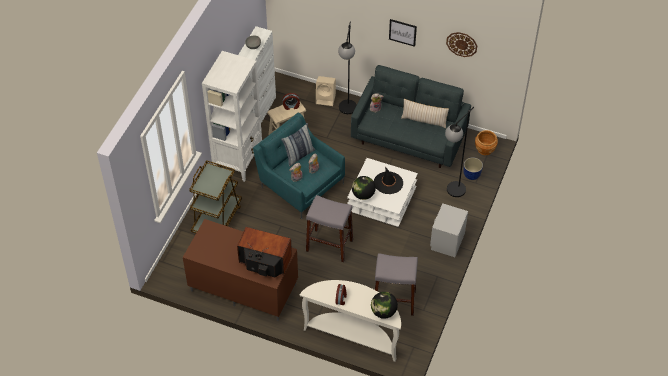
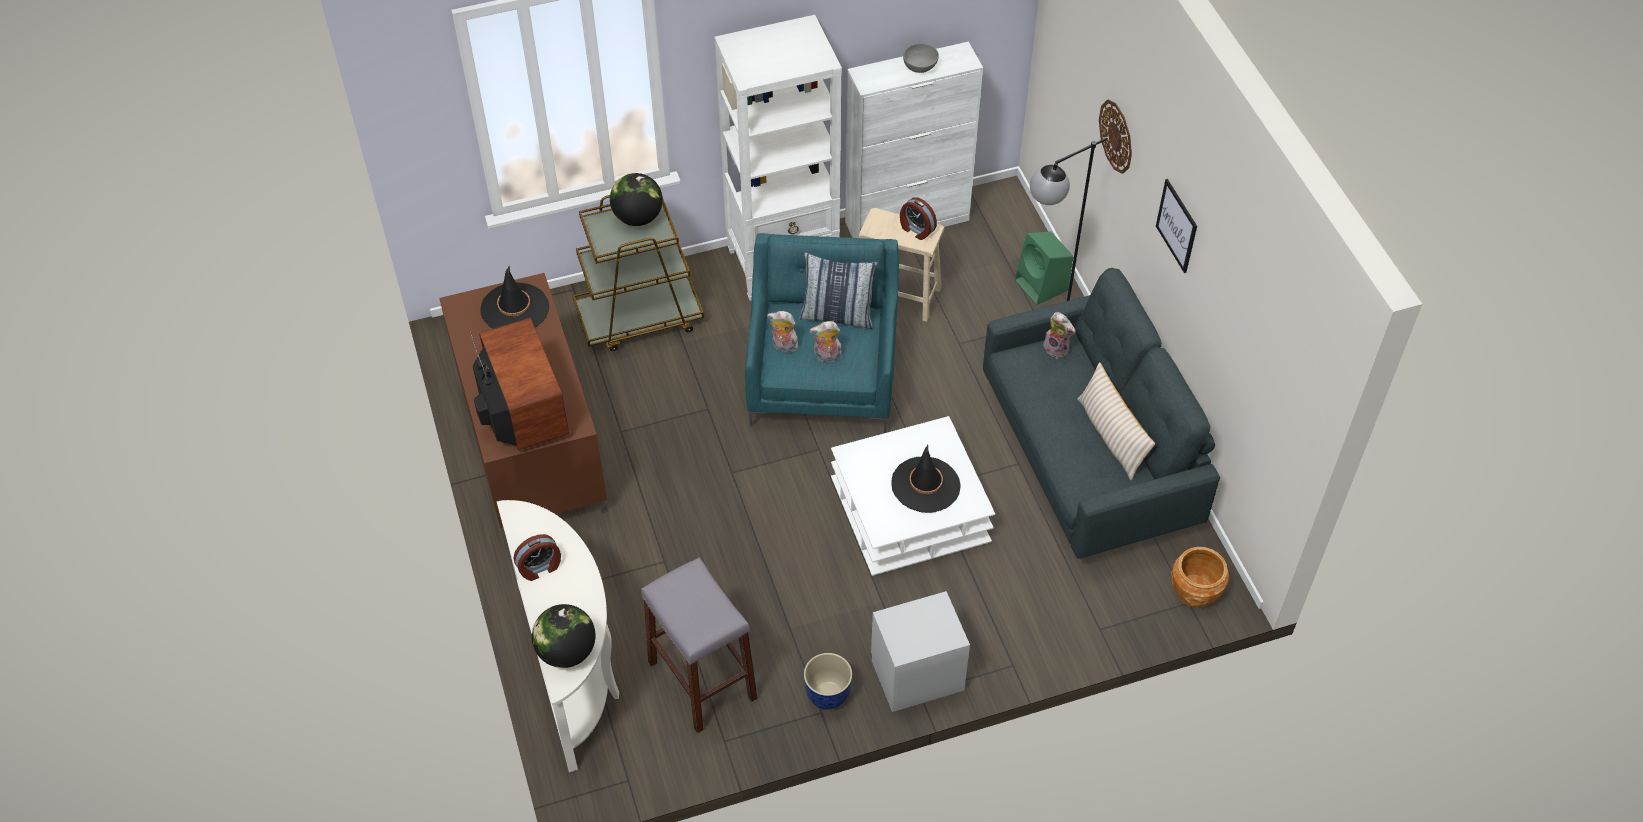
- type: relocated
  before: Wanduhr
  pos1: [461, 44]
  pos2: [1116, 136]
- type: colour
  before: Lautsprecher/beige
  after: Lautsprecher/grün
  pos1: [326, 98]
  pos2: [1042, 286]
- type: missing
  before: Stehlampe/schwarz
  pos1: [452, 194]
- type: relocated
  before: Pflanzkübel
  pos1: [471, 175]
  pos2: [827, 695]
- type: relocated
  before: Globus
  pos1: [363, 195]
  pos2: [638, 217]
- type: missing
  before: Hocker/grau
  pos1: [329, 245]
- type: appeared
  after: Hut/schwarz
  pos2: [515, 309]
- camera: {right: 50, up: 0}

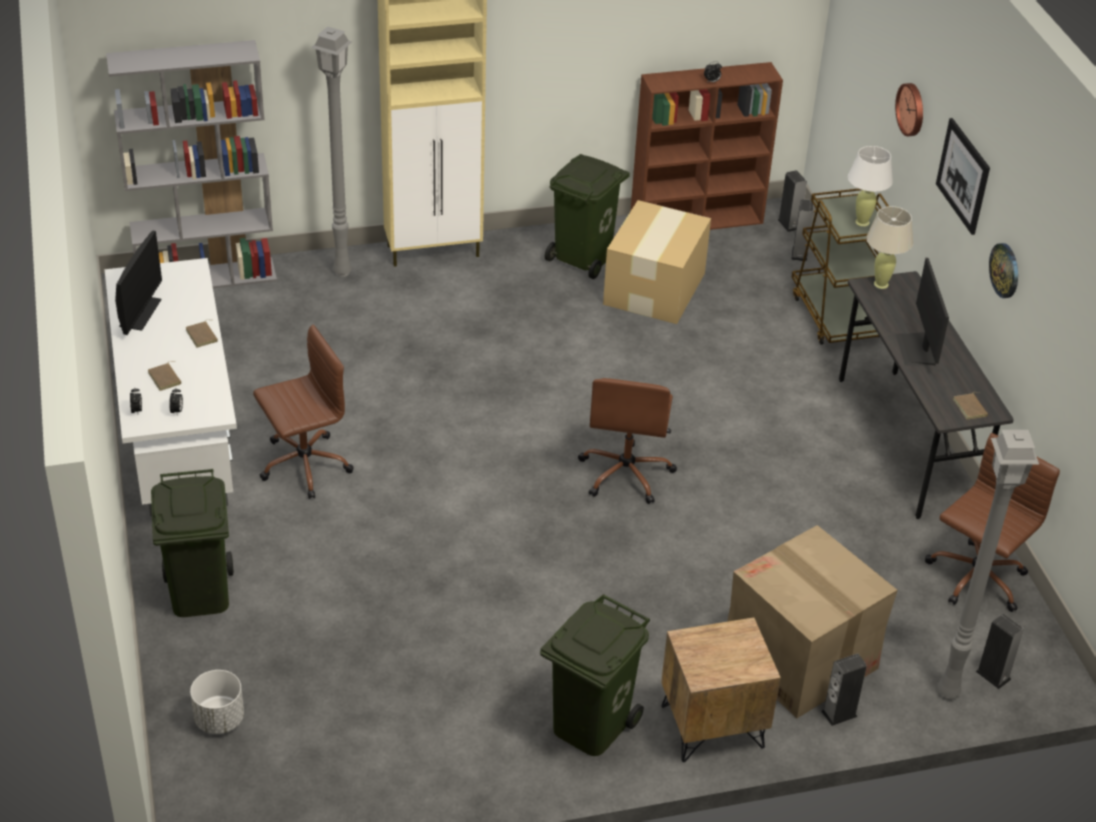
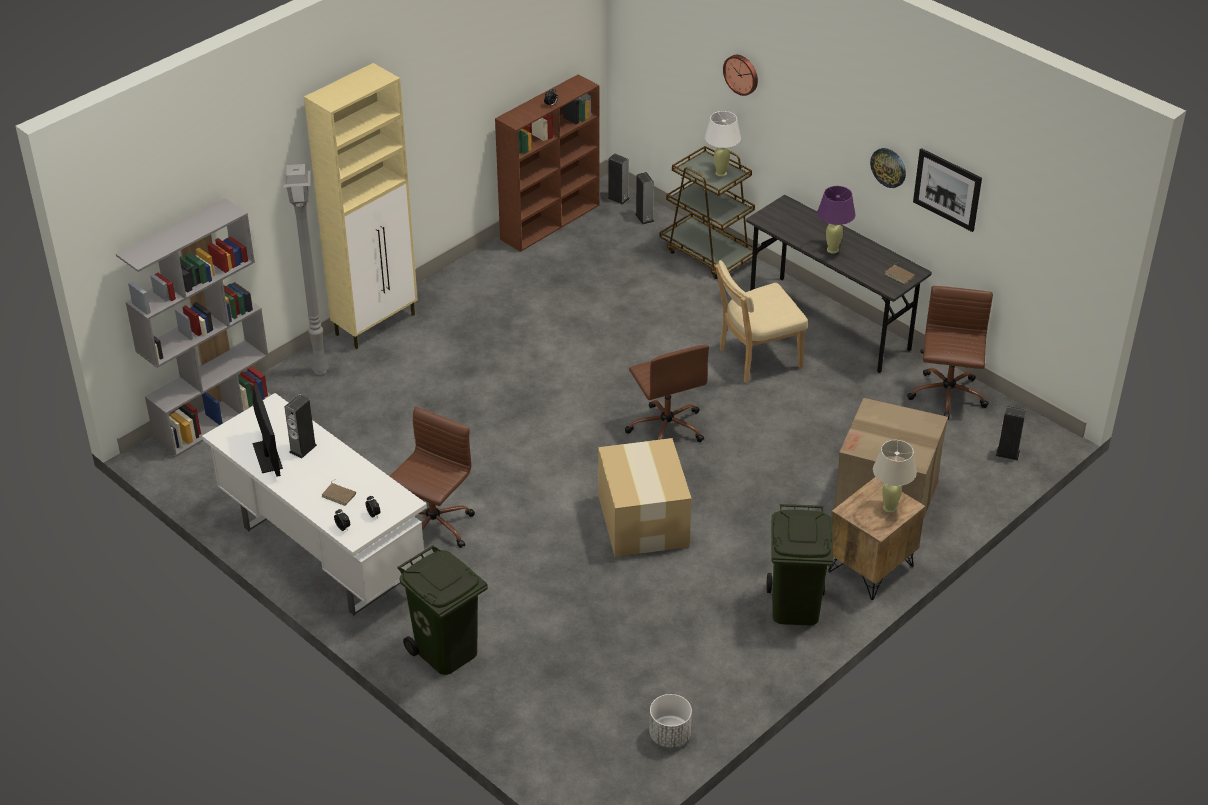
- type: relocated
  before: Bild
  pos1: [963, 176]
  pos2: [947, 189]
- type: missing
  before: Mülleimer/grün
  pos1: [584, 258]
- type: relocated
  before: Karton
  pos1: [653, 289]
  pos2: [642, 522]
- type: relocated
  before: Tischlampe/beige
  pos1: [881, 284]
  pos2: [889, 507]
- type: exchanged
  before: Monitor
  after: Tischlampe/lila
  pos1: [916, 349]
  pos2: [833, 250]
- type: missing
  before: Buch/braun
  pos1: [203, 336]
- type: missing
  before: Stehlampe/grau
  pos1: [949, 691]
- type: relocated
  before: Lautsprecher
  pos1: [839, 714]
  pos2: [303, 448]
- type: relocated
  before: Pflanzkübel/weiß
  pos1: [219, 719]
  pos2: [670, 735]
- type: appeared
  after: Stuhl/beige
  pos2: [756, 359]
- camera: {right: -30, up: 0}

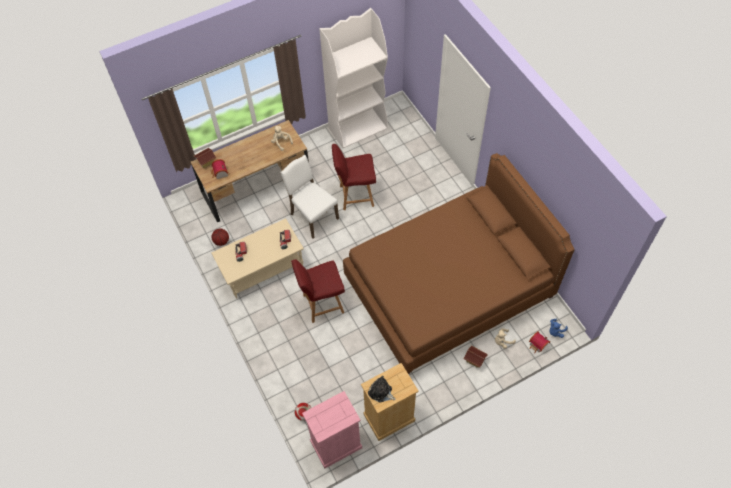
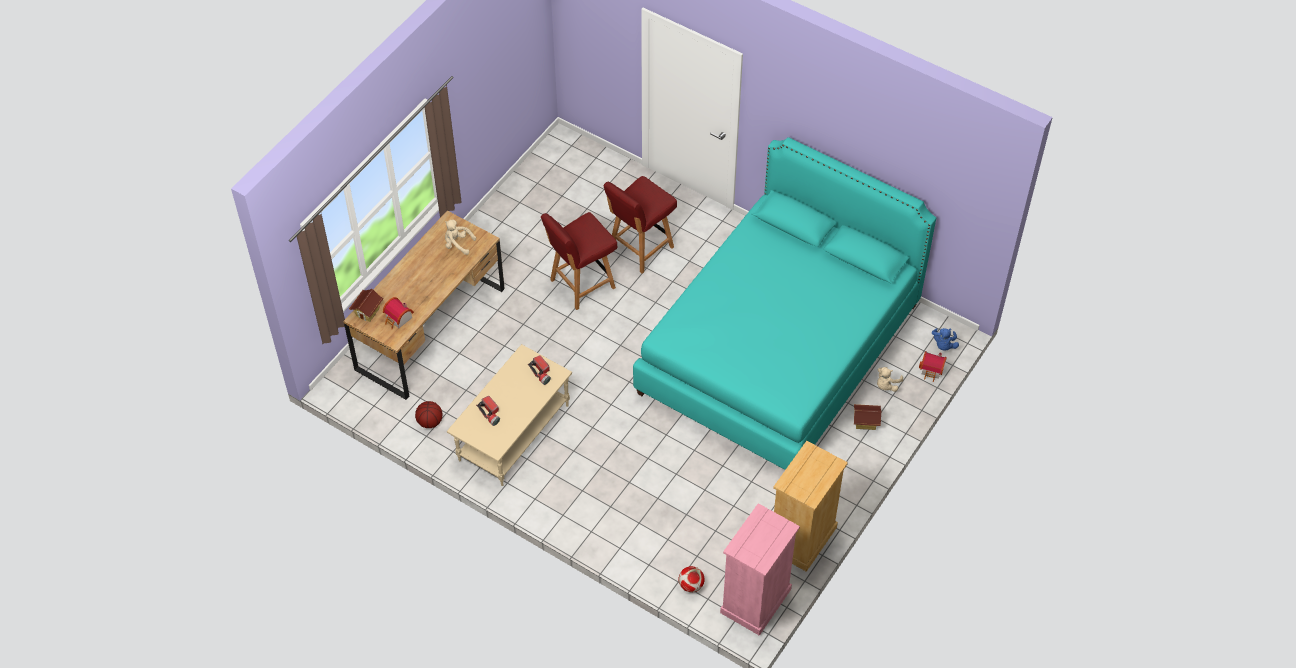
- type: missing
  before: Bücherregal/weiß
  pos1: [358, 128]
- type: colour
  before: Bett/braun
  after: Bett/türkis
  pos1: [448, 287]
  pos2: [779, 349]
- type: missing
  before: Stuhl/weiß
  pos1: [312, 216]
- type: relocated
  before: Stuhl/rot
  pos1: [322, 304]
  pos2: [640, 249]
- type: missing
  before: Plüschtier
  pos1: [381, 392]
- camera: {right: -30, up: -5}

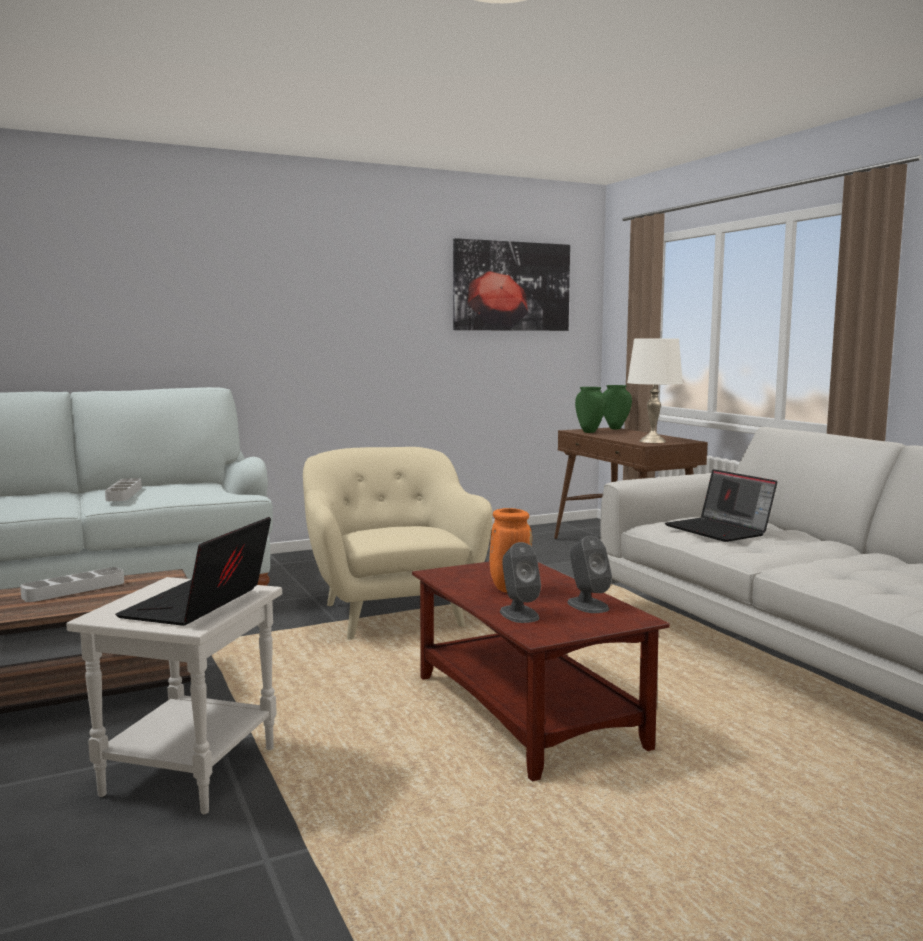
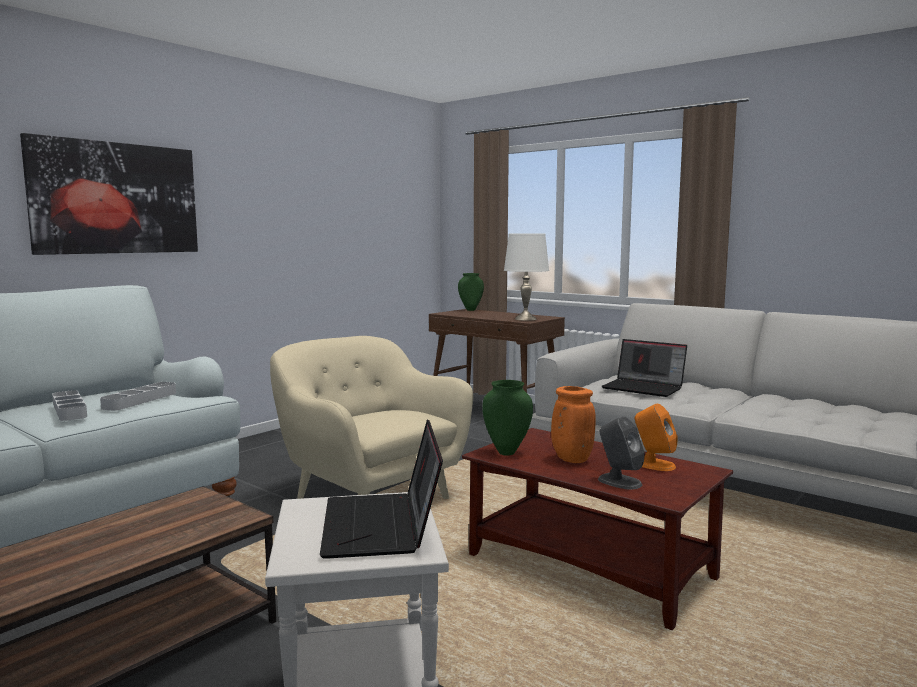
- type: relocated
  before: Bild
  pos1: [511, 286]
  pos2: [116, 198]
- type: relocated
  before: Vase/grün
  pos1: [589, 432]
  pos2: [506, 452]
- type: colour
  before: Lautsprecher/grau
  after: Lautsprecher/orange
  pos1: [587, 605]
  pos2: [653, 464]
- type: relocated
  before: Tablett/grau
  pos1: [74, 589]
  pos2: [140, 400]
- camera: {right: -25, up: 0}

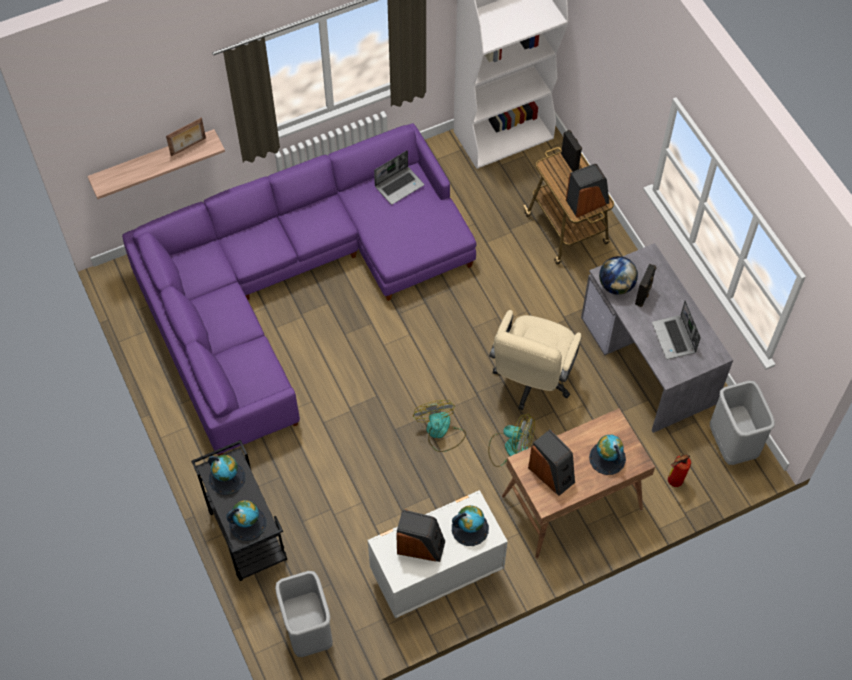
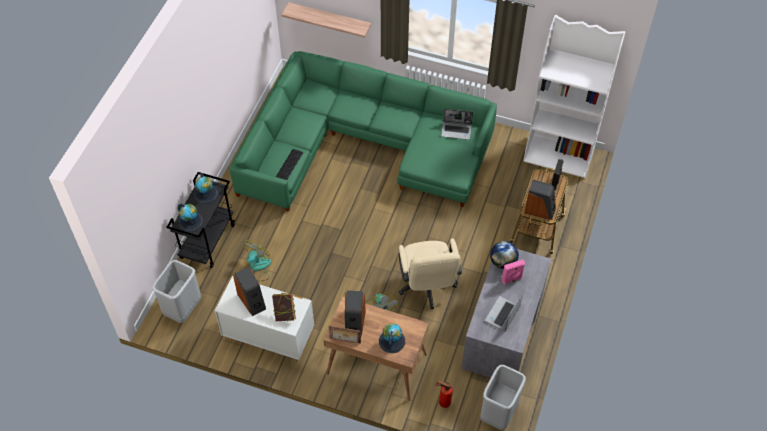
- type: relocated
  before: Bilderrahmen
  pos1: [188, 147]
  pos2: [345, 341]
- type: colour
  before: Sofa/lila
  after: Sofa/grün
  pos1: [293, 285]
  pos2: [362, 145]
- type: colour
  before: Lautsprecher/schwarz
  after: Lautsprecher/rosa
  pos1: [643, 295]
  pos2: [512, 279]
- type: spun
  before: Bürostuhl/beige
  pos1: [531, 381]
  pos2: [427, 288]
  turn: -75
- type: relocated
  before: Ventilator
  pos1: [440, 432]
  pos2: [257, 267]
- type: exchanged
  before: Globus
  after: Buch
  pos1: [470, 528]
  pos2: [285, 313]
- type: appeared
  after: Tastatur
  pos2: [290, 165]
- camera: {right: 45, up: -5}

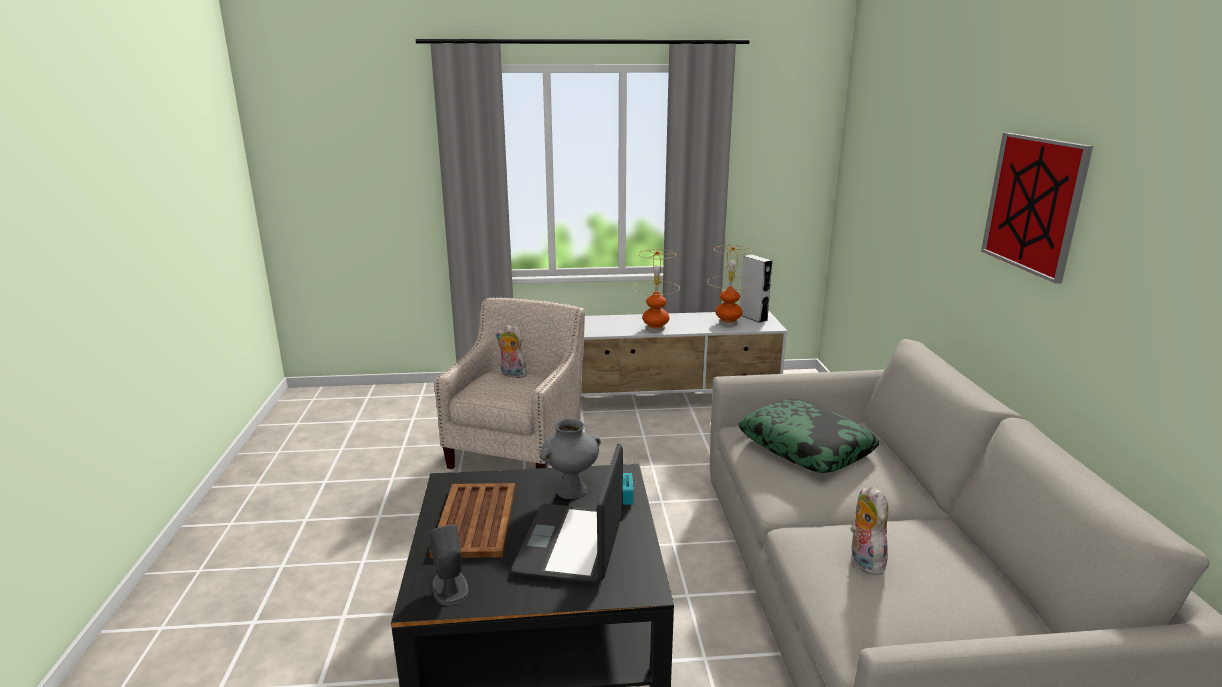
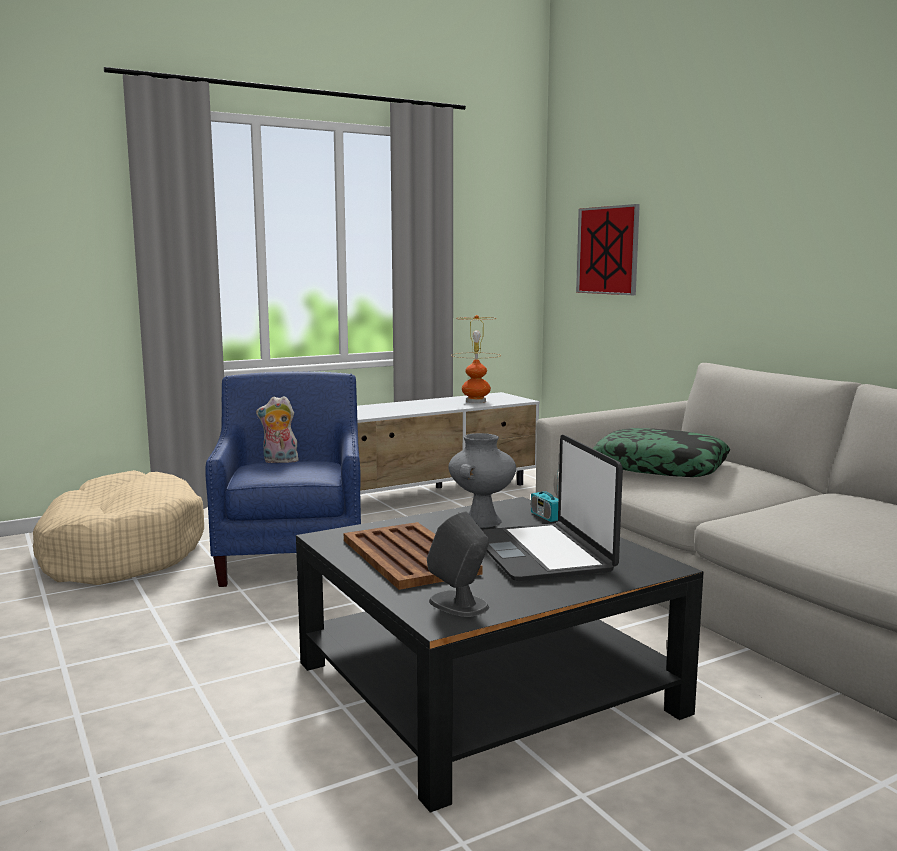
- type: relocated
  before: Bild
  pos1: [1034, 204]
  pos2: [608, 250]
- type: missing
  before: Tischlampe
  pos1: [655, 329]
- type: missing
  before: Lautsprecher/grau
  pos1: [753, 317]
- type: colour
  before: Sessel/beige
  after: Sessel/blau
  pos1: [519, 449]
  pos2: [294, 558]
- type: missing
  before: Plüschtier
  pos1: [863, 560]
- type: appeared
  after: Hundebett/beige
  pos2: [120, 552]
- camera: {right: -25, up: -10}

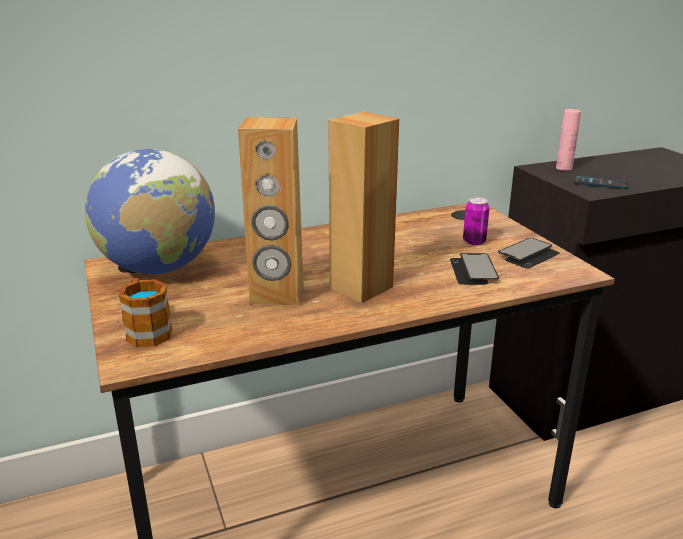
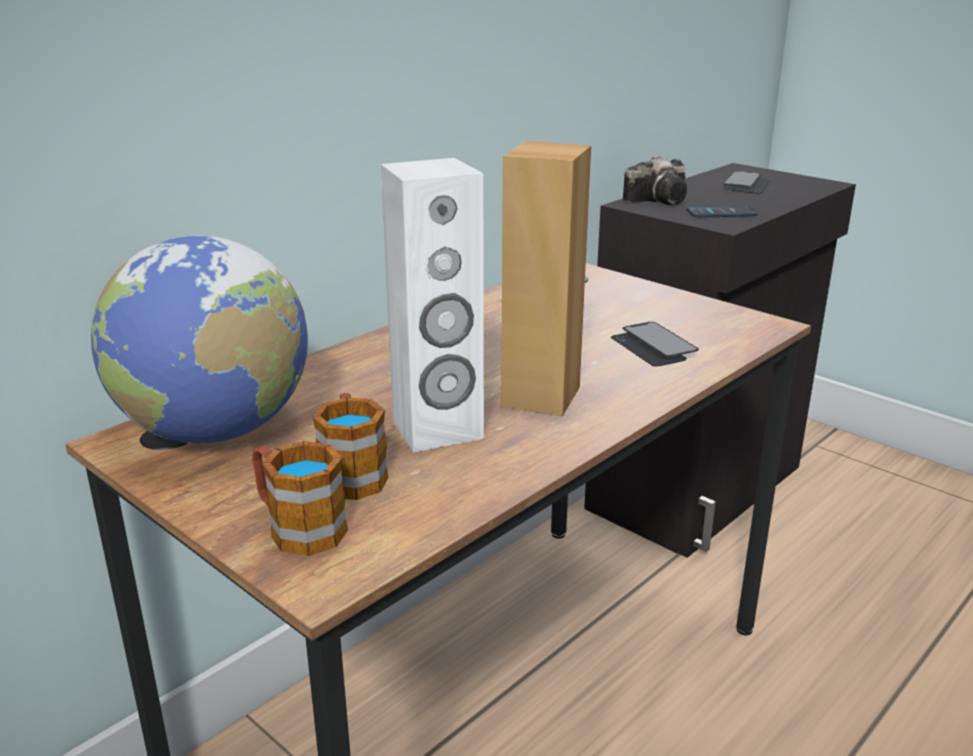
- type: exchanged
  before: Flasche/rosa
  after: Kamera
  pos1: [564, 168]
  pos2: [660, 200]
- type: colour
  before: Lautsprecher/braun
  after: Lautsprecher/weiß
  pos1: [277, 295]
  pos2: [438, 430]
- type: missing
  before: Dose
  pos1: [474, 241]
- type: relocated
  before: Handy
  pos1: [528, 255]
  pos2: [746, 185]
- type: appeared
  after: Henkelbecher
  pos2: [352, 473]
- camera: {right: -25, up: 0}

